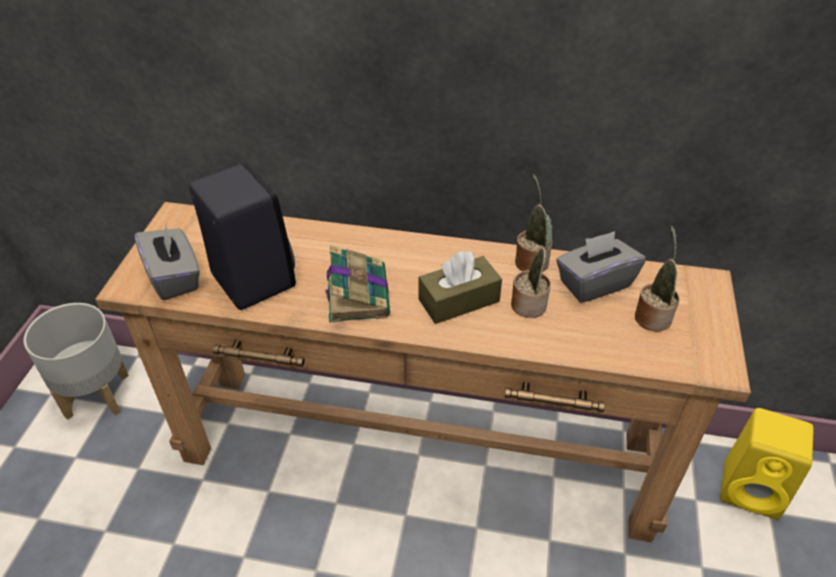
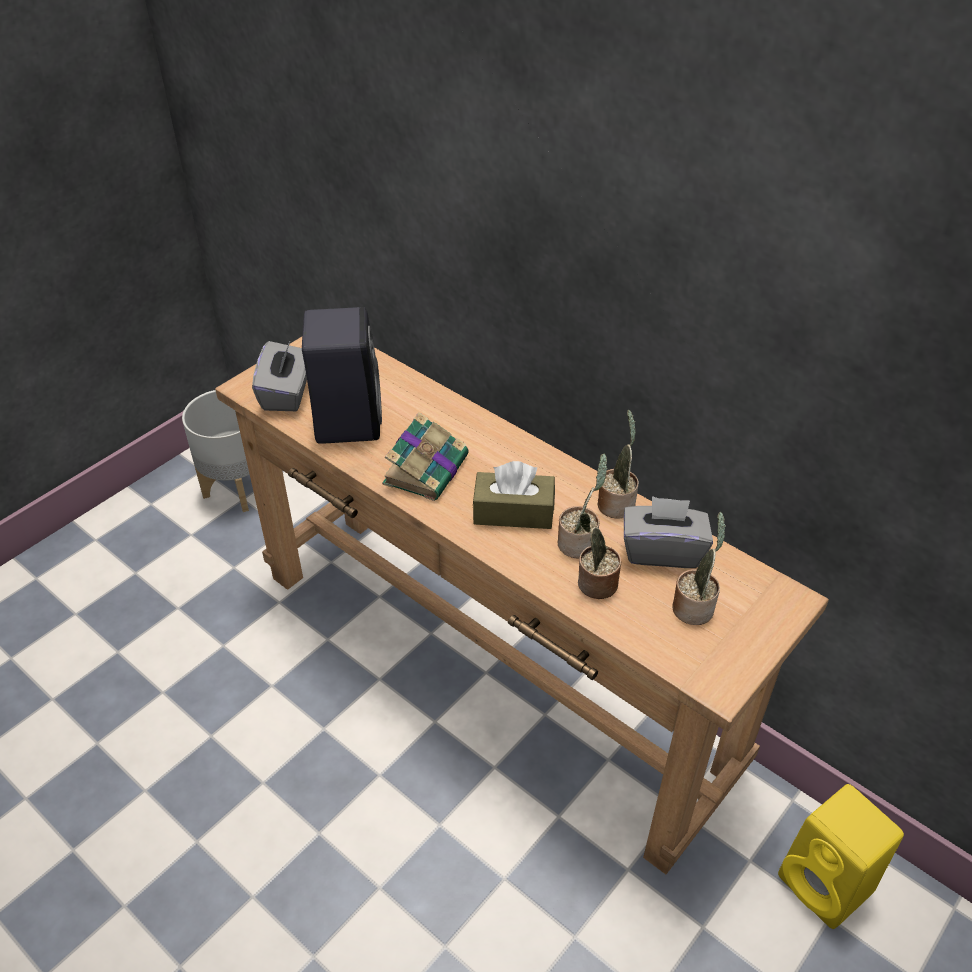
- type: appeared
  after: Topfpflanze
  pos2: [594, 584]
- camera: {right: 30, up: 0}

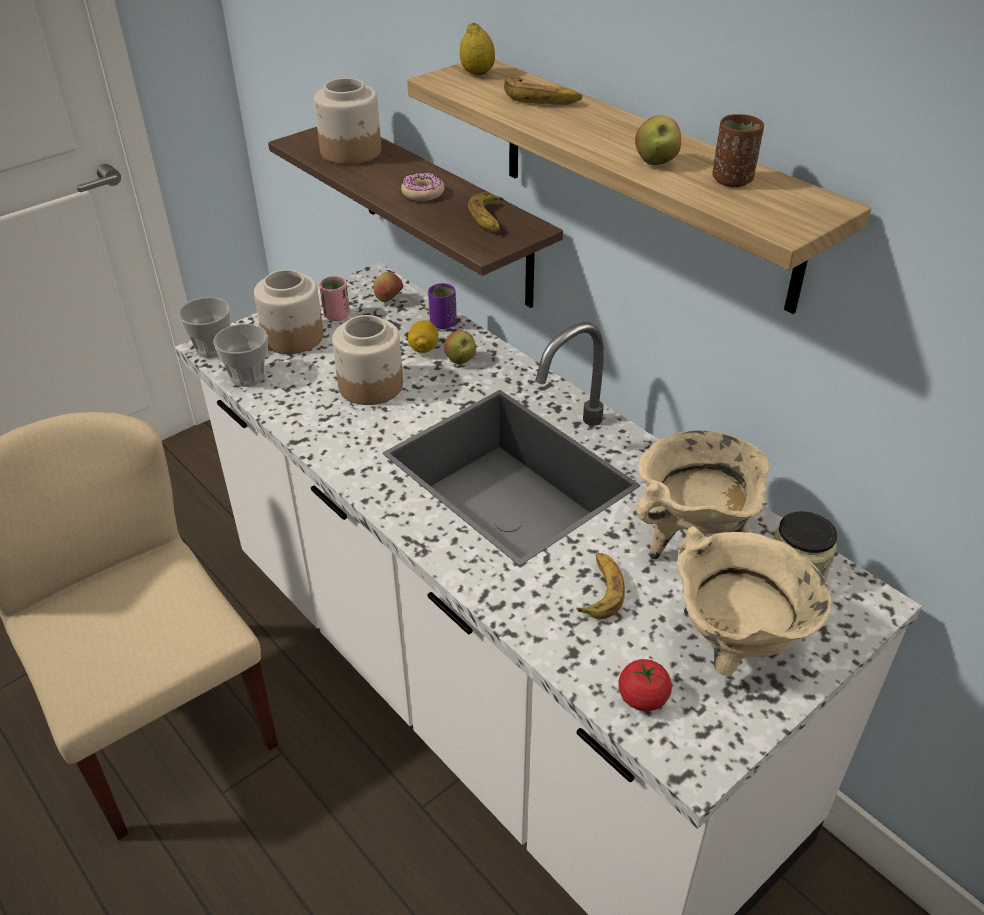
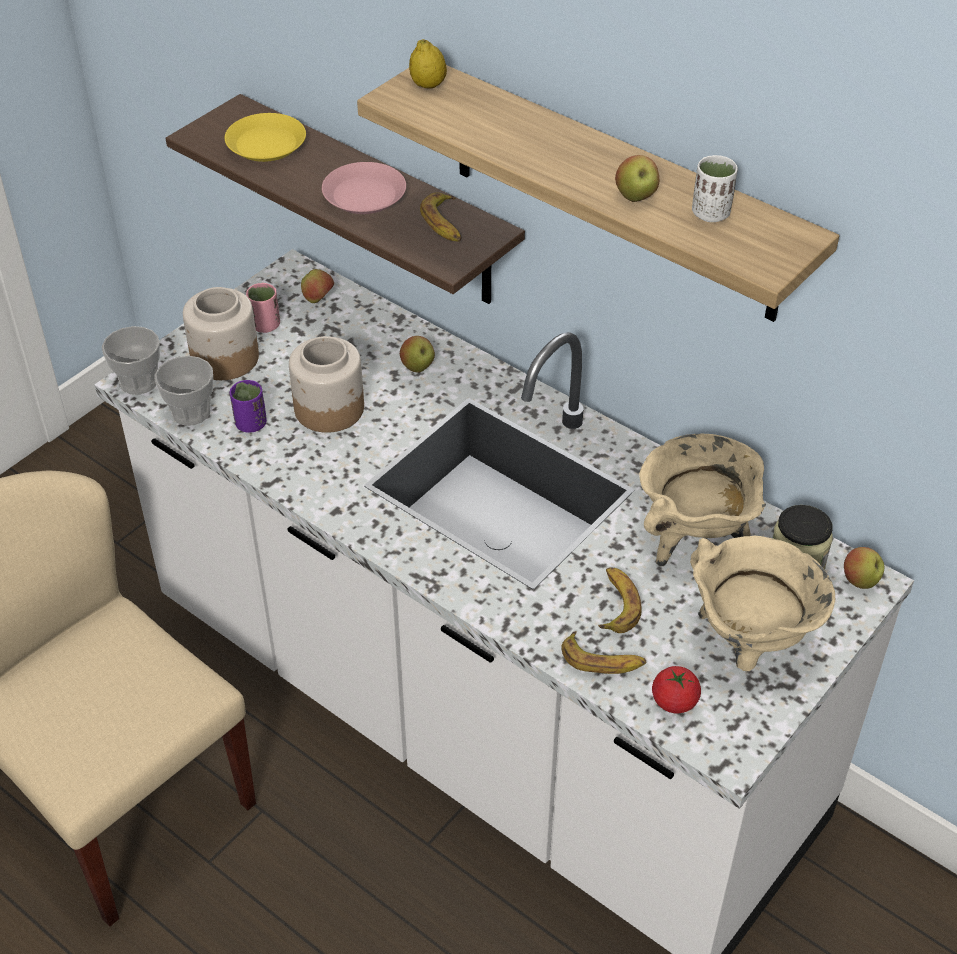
- type: relocated
  before: Banane
  pos1: [542, 99]
  pos2: [602, 660]
- type: exchanged
  before: Vorratsglas
  after: Teller/gelb
  pos1: [351, 152]
  pos2: [267, 144]
- type: colour
  before: Tasse/braun
  after: Tasse/weiß
  pos1: [732, 180]
  pos2: [711, 213]
- type: exchanged
  before: Donut
  after: Teller/rosa
  pos1: [423, 193]
  pos2: [364, 195]
- type: relocated
  before: Tasse/lila
  pos1: [443, 323]
  pos2: [251, 424]
- type: missing
  before: Zitrone
  pos1: [423, 349]
- type: appeared
  after: Apfel
  pos2: [860, 581]
- camera: {right: -10, up: 5}

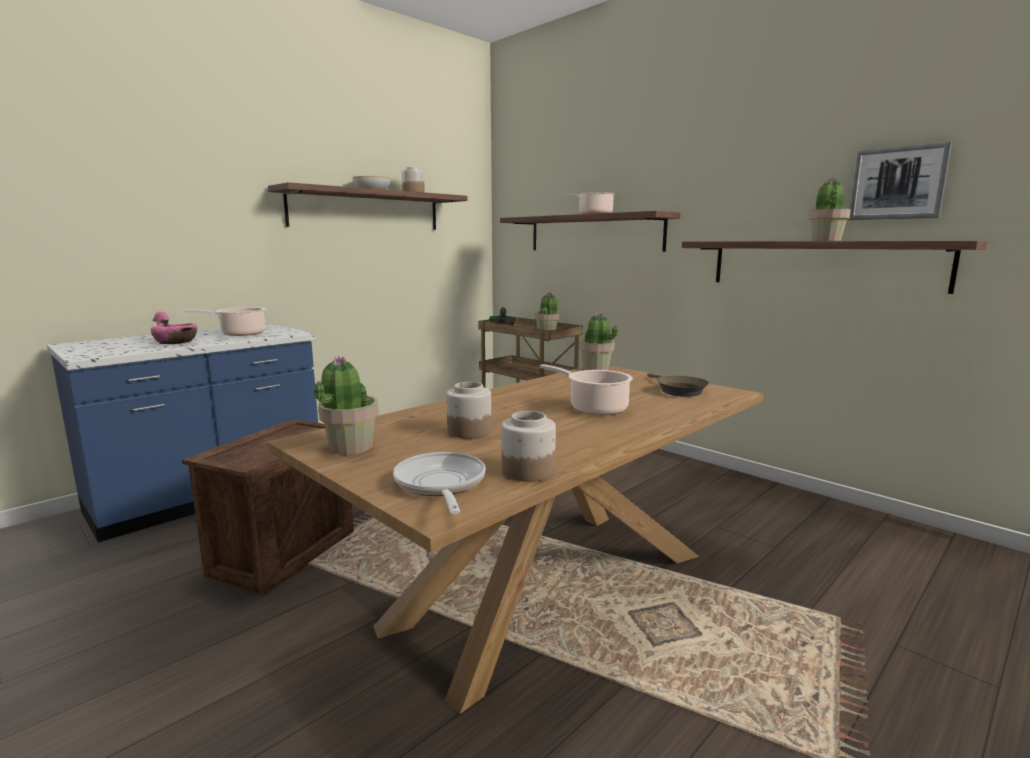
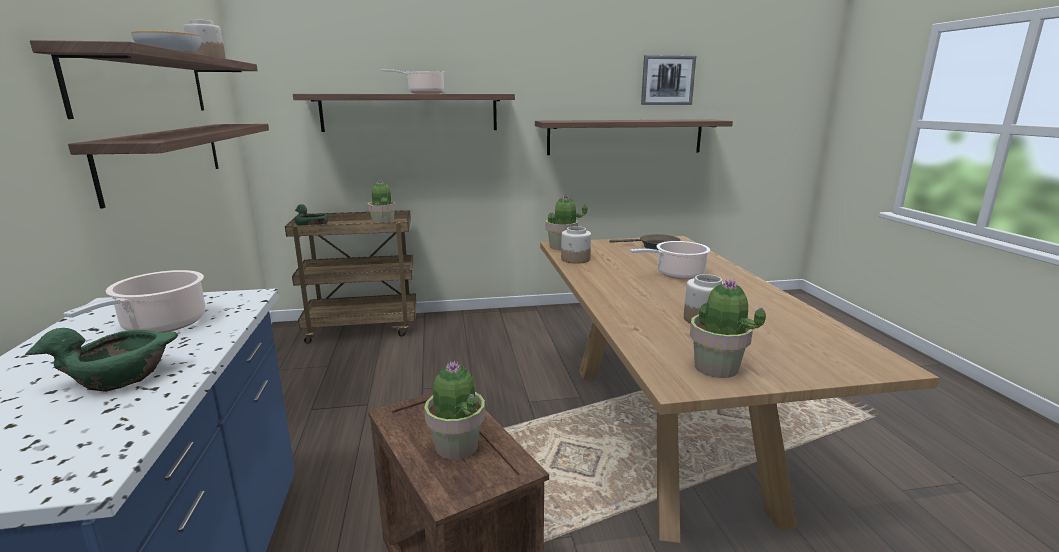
- type: relocated
  before: Topfpflanze
  pos1: [825, 240]
  pos2: [456, 447]
- type: colour
  before: Schüssel/rosa
  after: Schüssel/grün
  pos1: [176, 342]
  pos2: [122, 377]
- type: relocated
  before: Vorratsglas
  pos1: [527, 471]
  pos2: [575, 259]
- type: missing
  before: Pfanne
  pos1: [440, 485]
- type: appeared
  after: Wandregal
  pos2: [165, 158]
- camera: {right: -55, up: 5}

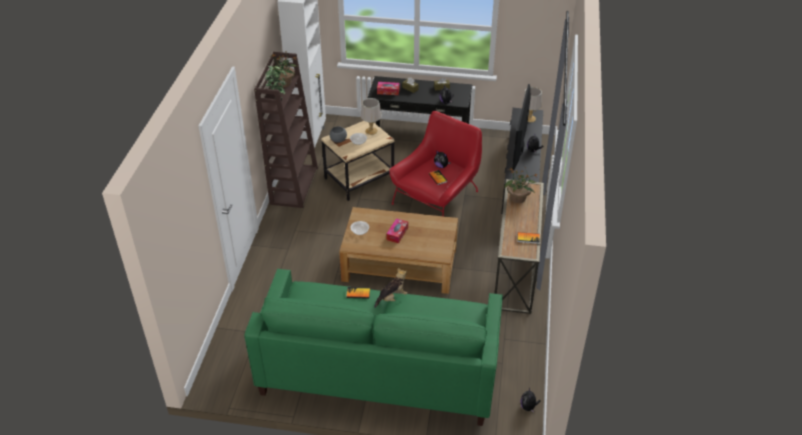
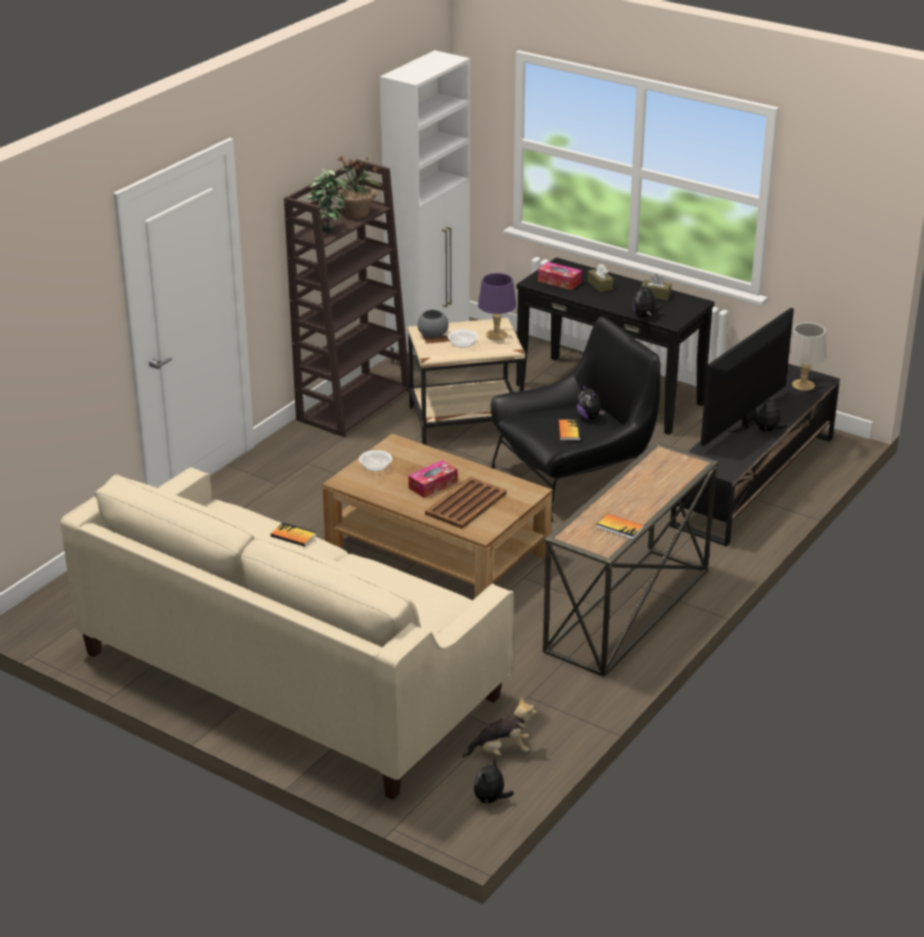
- type: colour
  before: Tischlampe/grau
  after: Tischlampe/lila
  pos1: [371, 131]
  pos2: [496, 335]
- type: colour
  before: Sessel/rot
  after: Sessel/schwarz
  pos1: [436, 198]
  pos2: [574, 477]
- type: missing
  before: Topfpflanze
  pos1: [518, 199]
- type: relocated
  before: Plüschtier
  pos1: [392, 297]
  pos2: [501, 751]
- type: colour
  before: Sofa/grün
  after: Sofa/beige
  pos1: [380, 368]
  pos2: [293, 676]
- type: appeared
  after: Tablett/braun
  pos2: [465, 504]
- camera: {right: 25, up: -10}

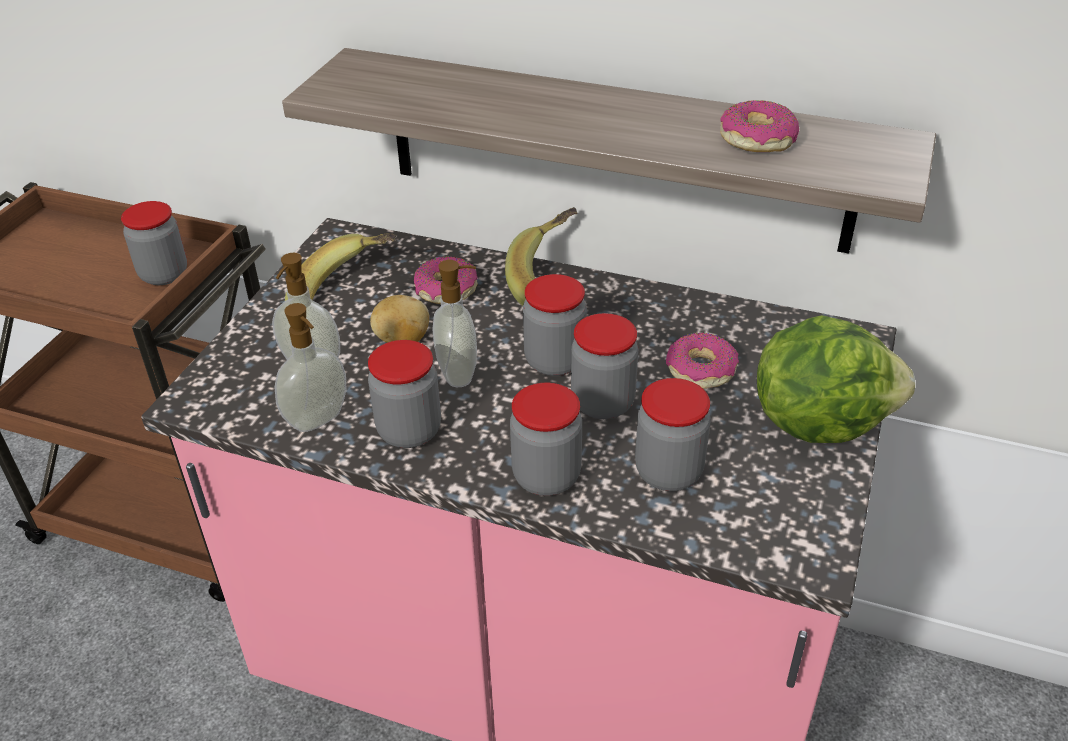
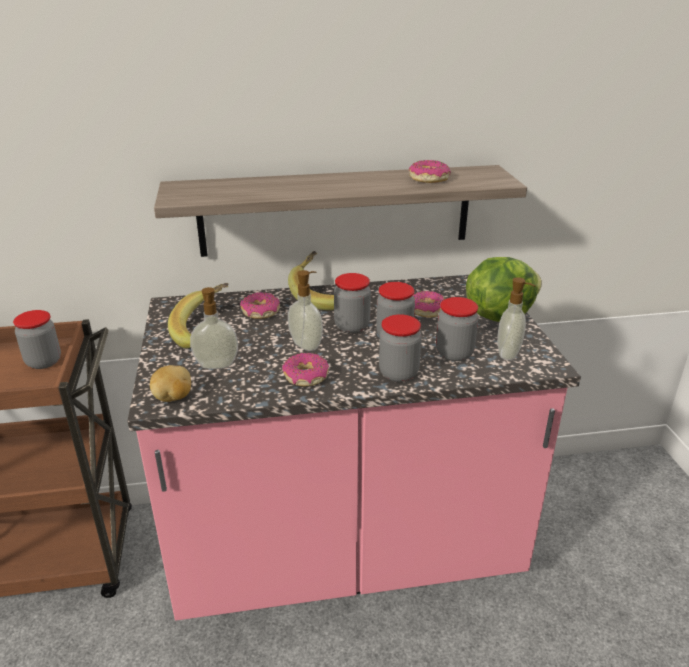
- type: relocated
  before: Kartoffel
  pos1: [402, 340]
  pos2: [173, 398]
- type: relocated
  before: Seifenspender
  pos1: [319, 420]
  pos2: [509, 354]
- type: exchanged
  before: Vorratsglas
  after: Donut
  pos1: [409, 431]
  pos2: [305, 377]
- camera: {right: -30, up: -10}

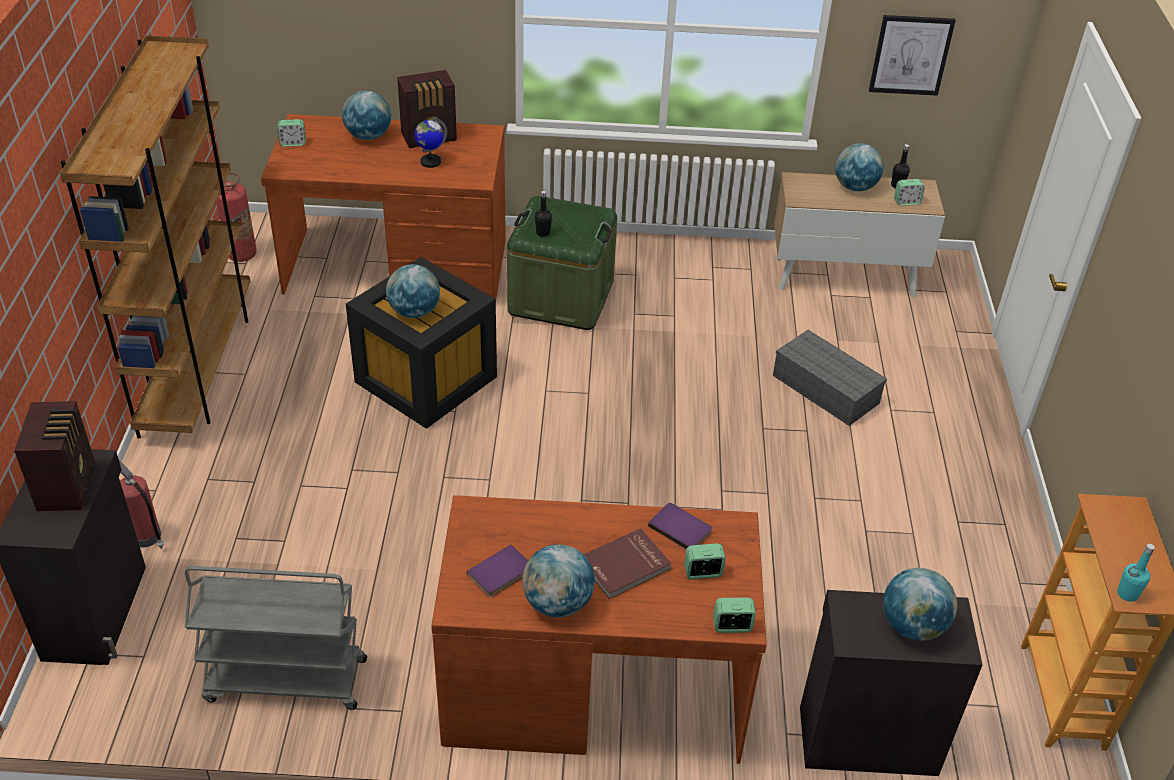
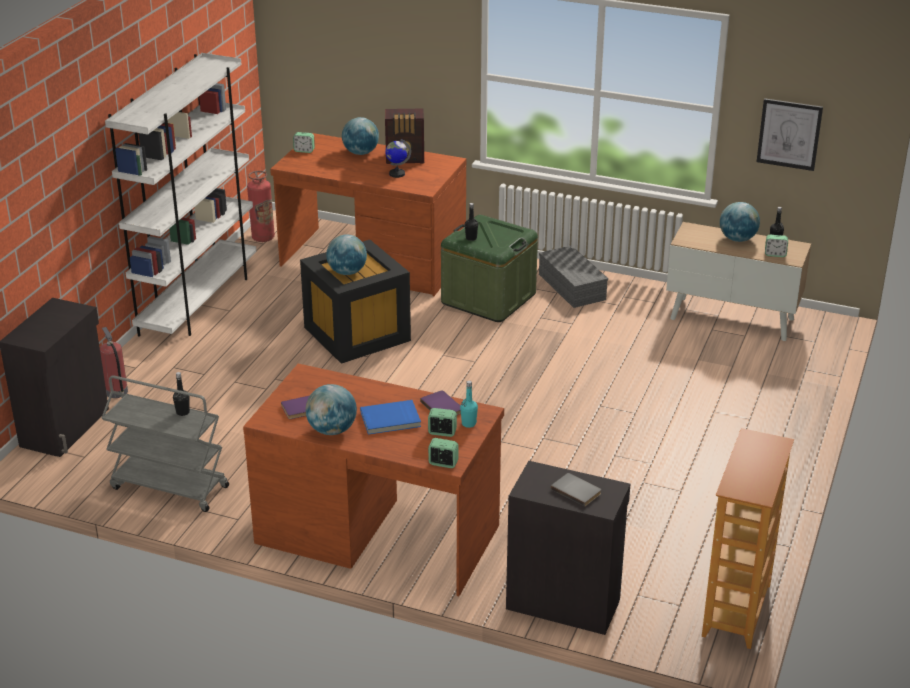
- type: colour
  before: Bücherregal/braun
  after: Bücherregal/weiß
  pos1: [198, 368]
  pos2: [198, 302]
- type: relocated
  before: Aufbewahrungsbox/grau
  pos1: [823, 389]
  pos2: [570, 286]
- type: missing
  before: Radio
  pos1: [68, 485]
- type: colour
  before: Buch/rot
  after: Buch/blau
  pos1: [625, 566]
  pos2: [390, 420]
- type: relocated
  before: Flasche/türkis
  pos1: [1127, 594]
  pos2: [468, 424]
- type: exchanged
  before: Globus
  after: Buch/grau
  pos1: [913, 626]
  pos2: [577, 490]
- type: appeared
  after: Flasche/schwarz
  pos2: [183, 412]
- camera: {right: 20, up: -10}

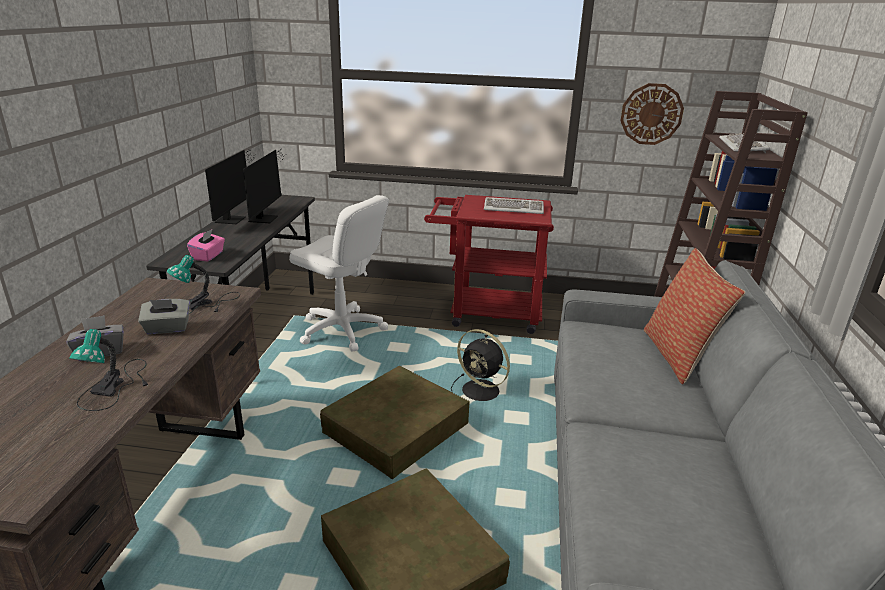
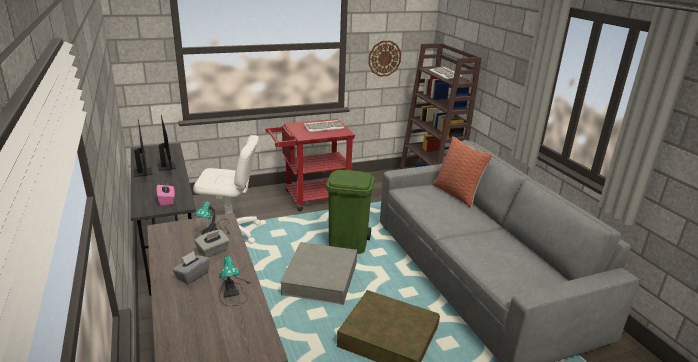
- type: exchanged
  before: Ventilator/schwarz
  after: Mülleimer/grün
  pos1: [482, 391]
  pos2: [348, 244]
- type: colour
  before: Aufbewahrungsbox/braun
  after: Aufbewahrungsbox/grau
  pos1: [396, 428]
  pos2: [320, 279]
- camera: {right: -30, up: 0}

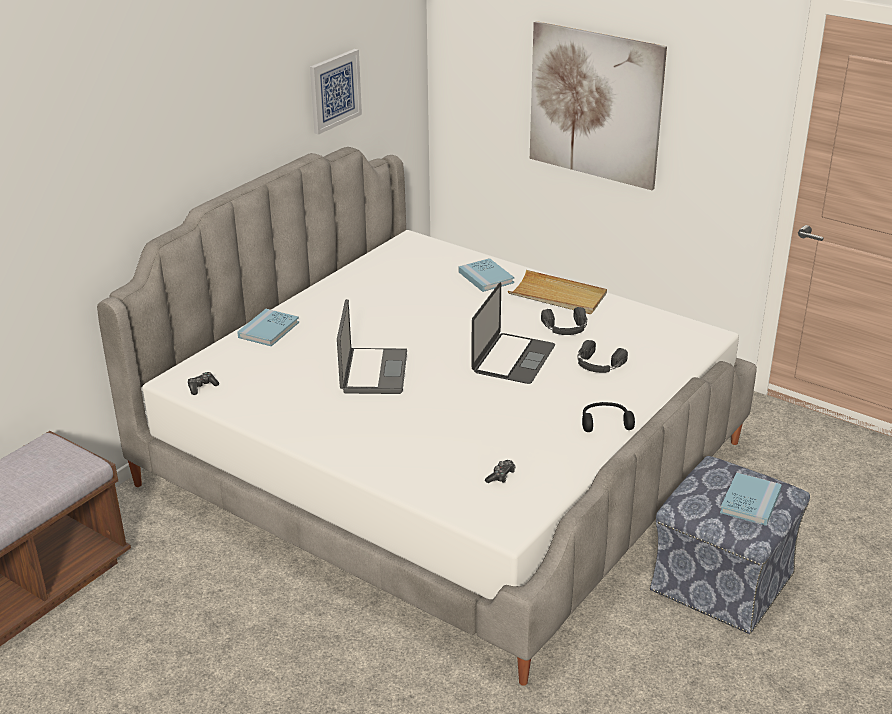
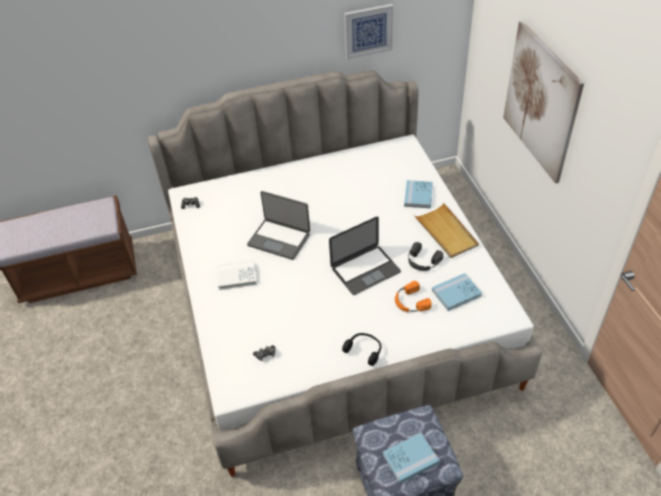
- type: spun
  before: Laptop
  pos1: [372, 372]
  pos2: [279, 239]
  turn: 75
- type: relocated
  before: Buch/blau
  pos1: [268, 330]
  pos2: [456, 293]
- type: colour
  before: Kopfhörer/schwarz
  after: Kopfhörer/orange
  pos1: [598, 364]
  pos2: [410, 302]
- type: appeared
  after: Buch/weiß
  pos2: [237, 276]
- camera: {right: 40, up: 15}

